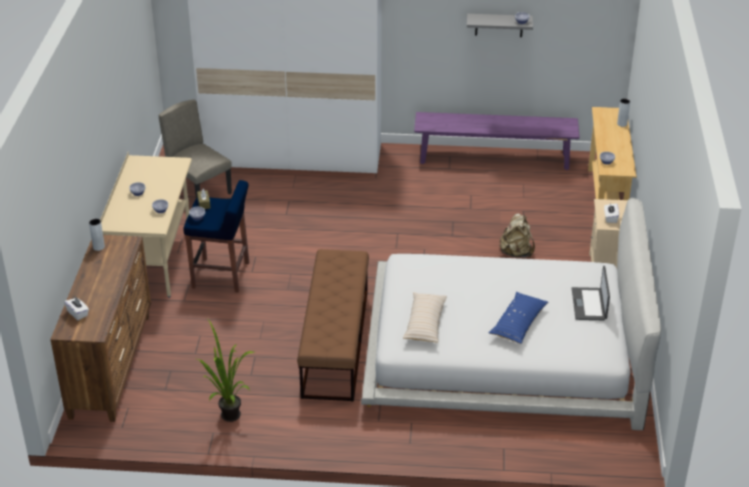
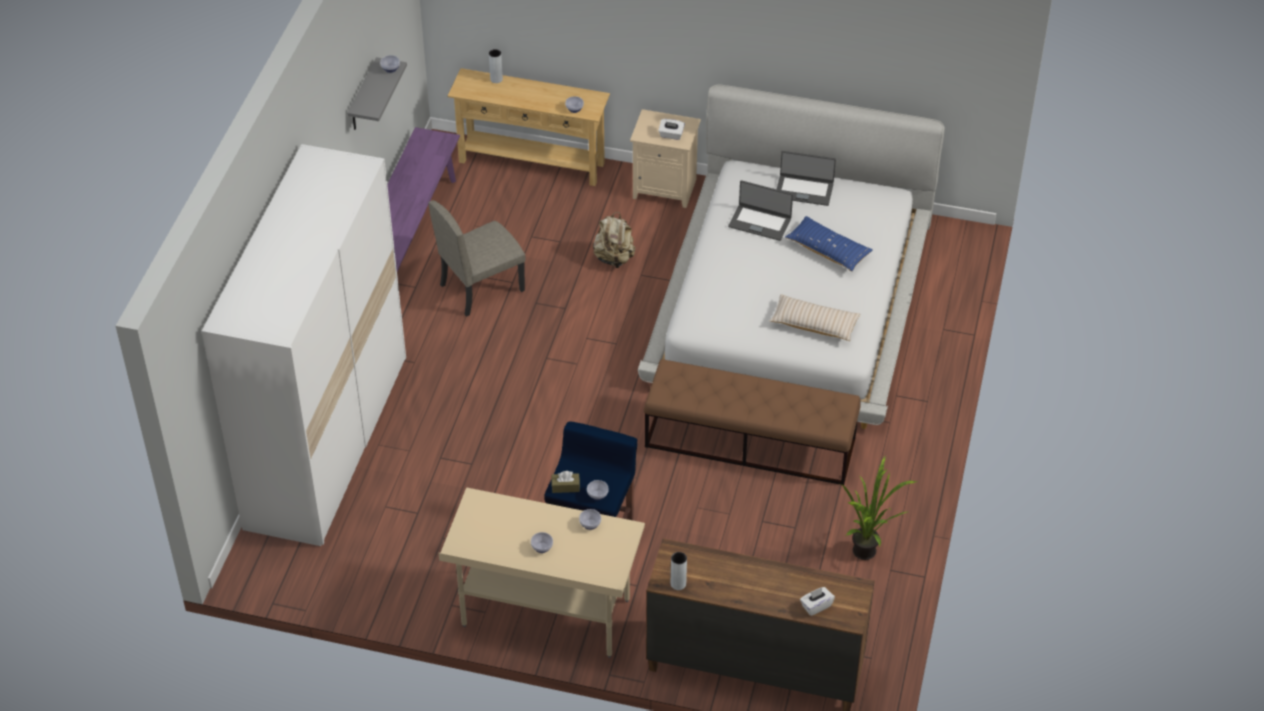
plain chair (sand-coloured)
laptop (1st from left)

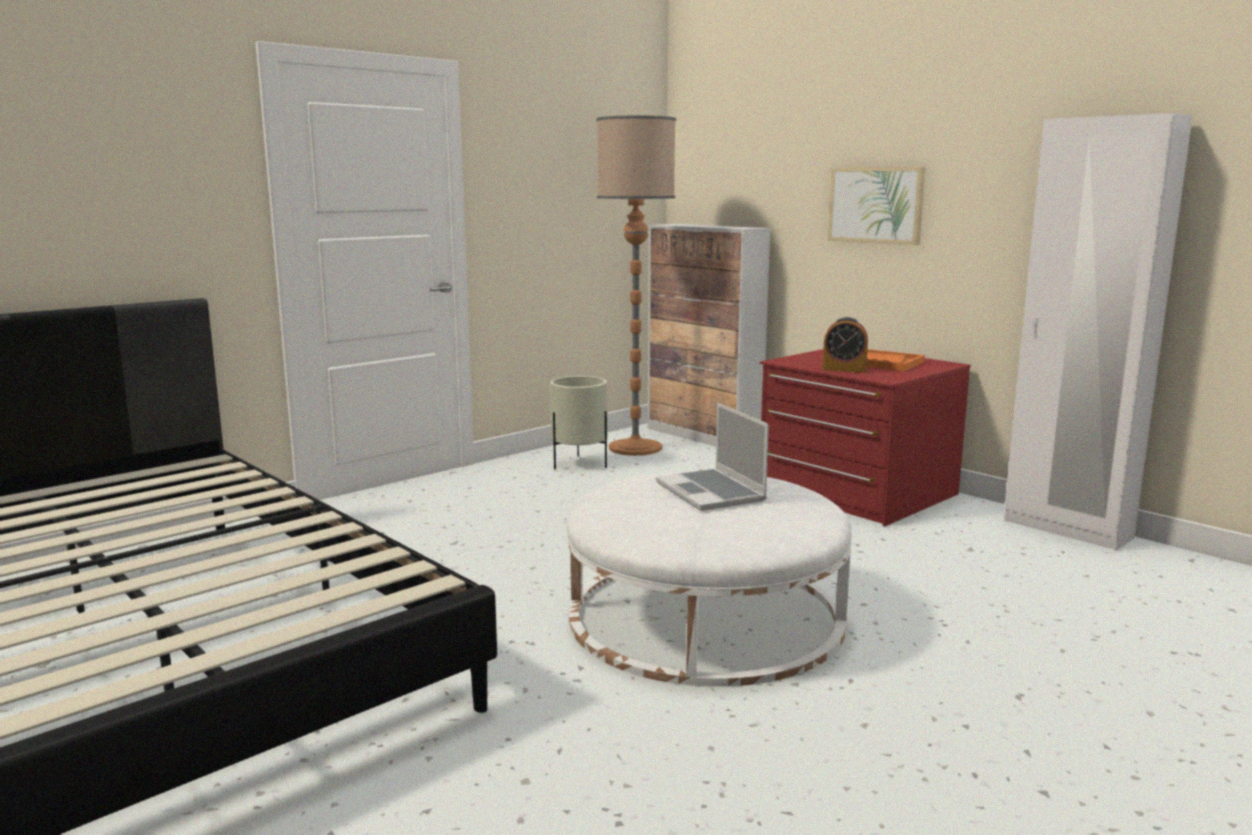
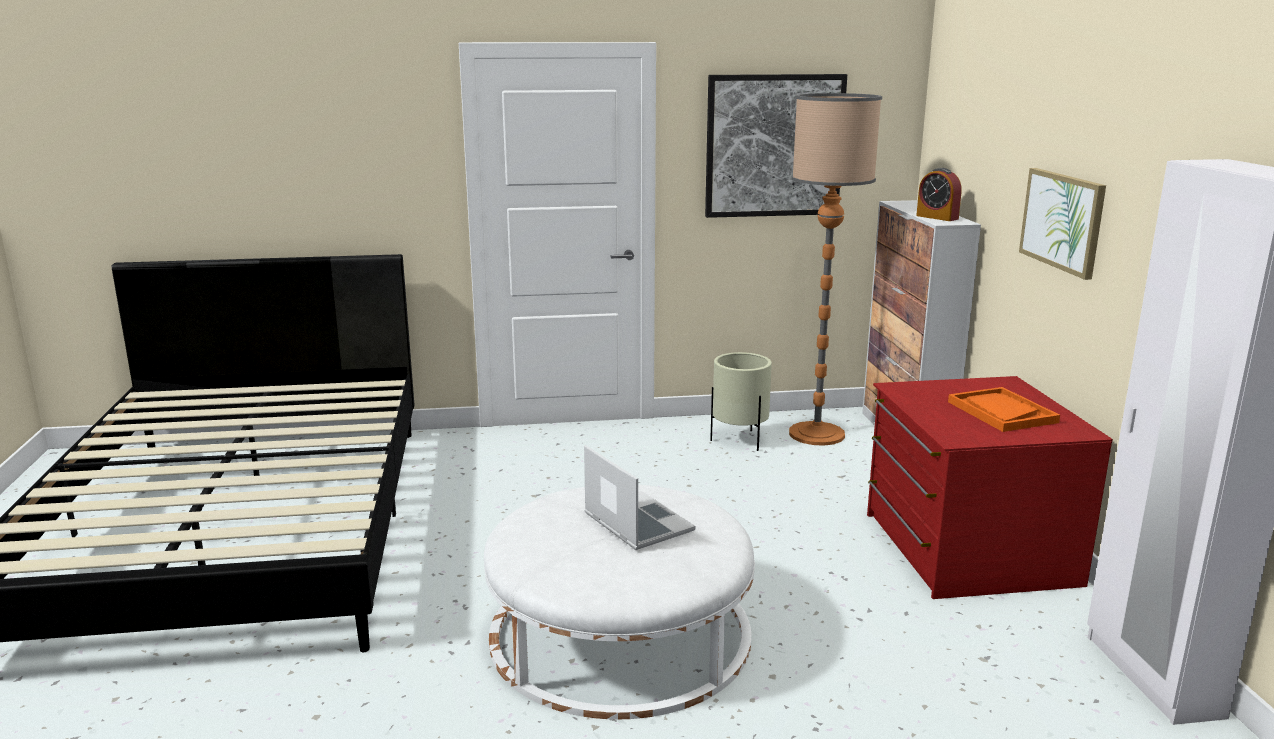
laptop
wall picture (1st from left)
table clock

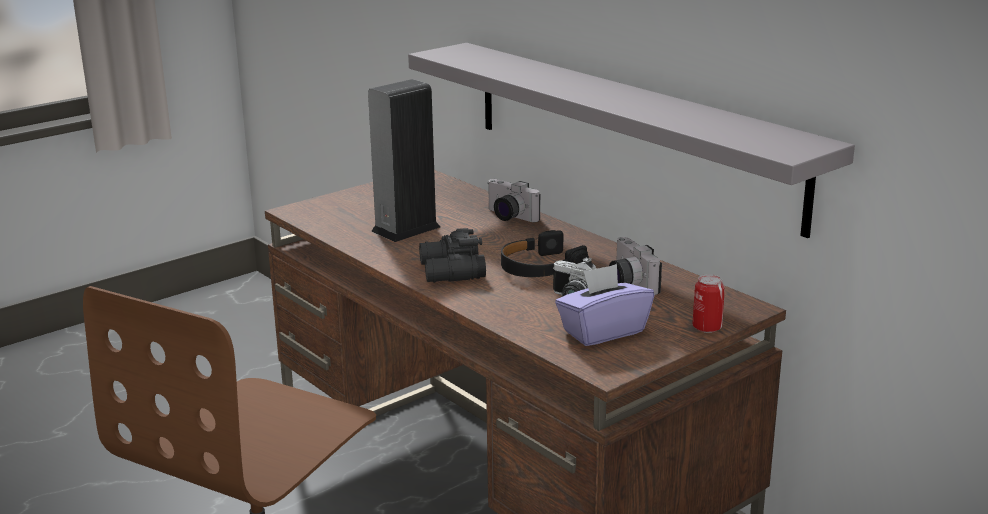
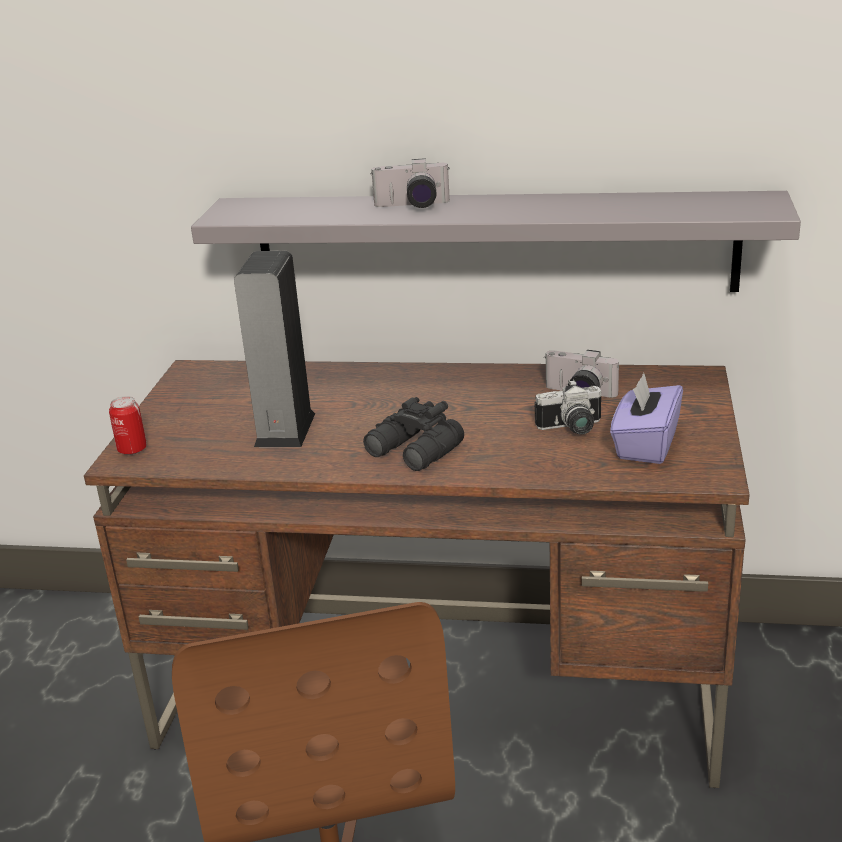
metal can
still camera (1st from left)
headset (blackish)

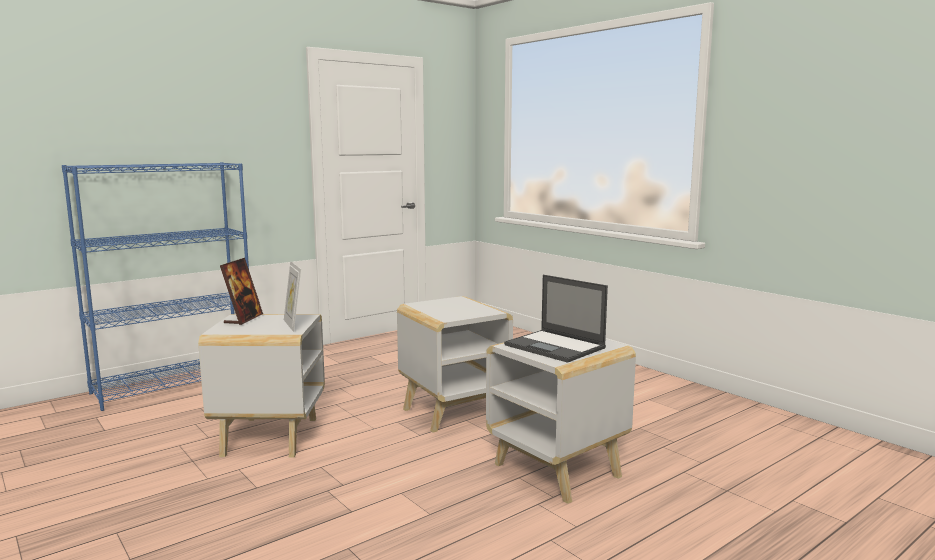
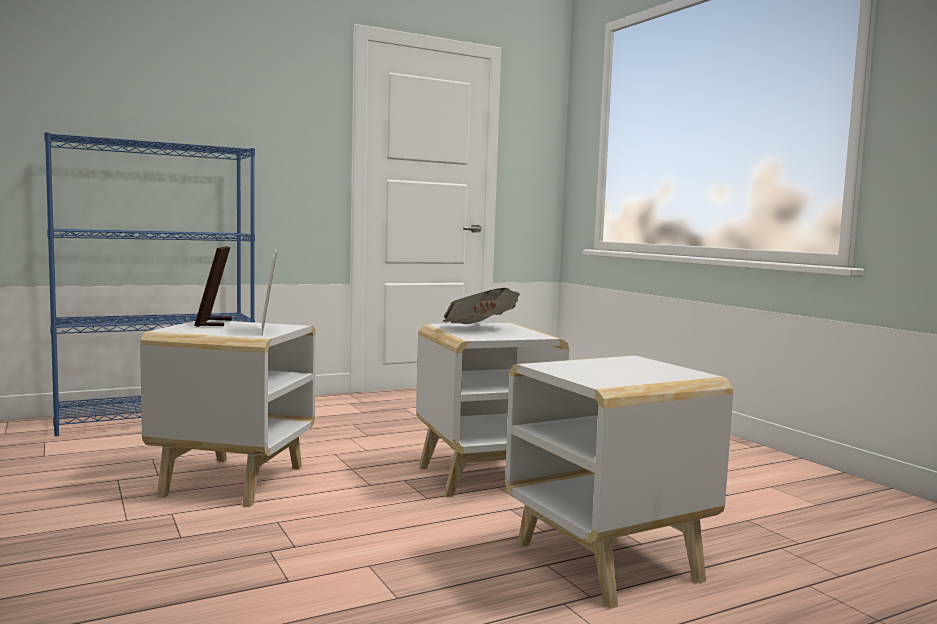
standing frame (1st from left)
newspaper
laptop

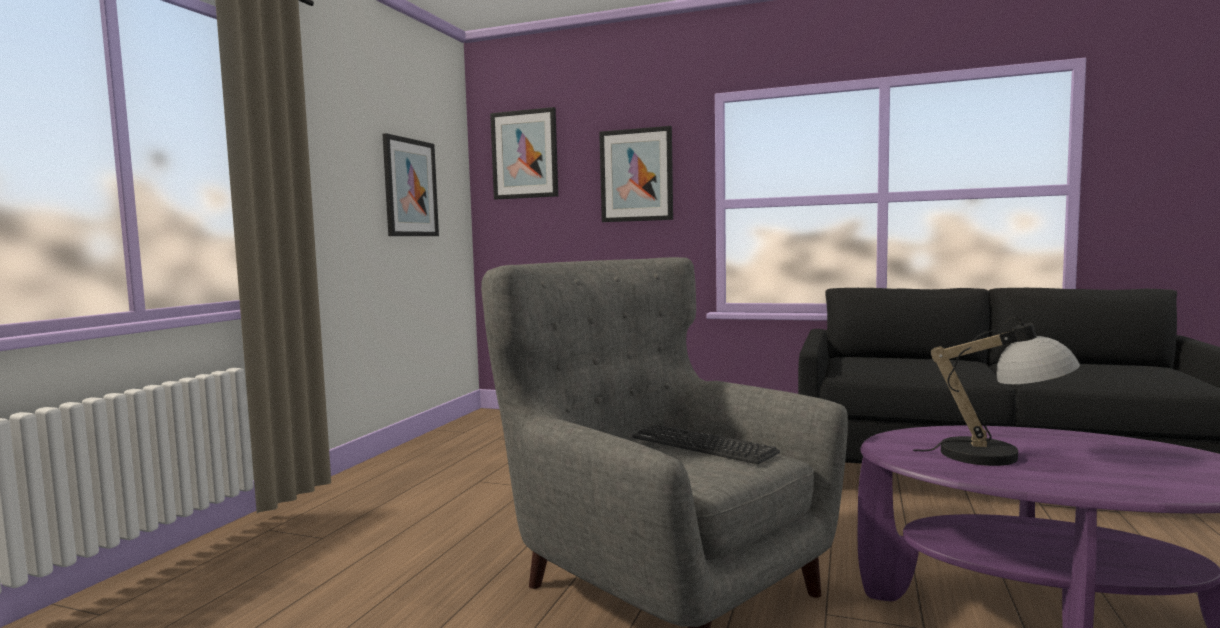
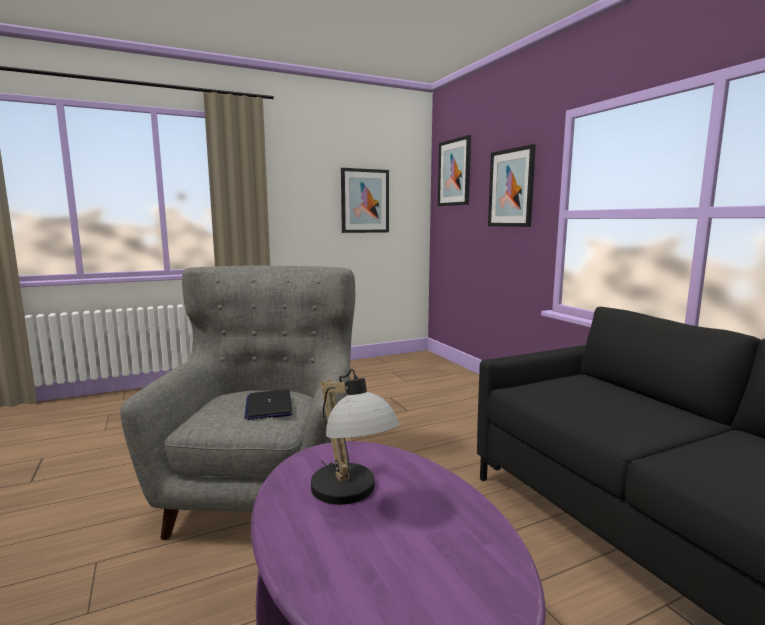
laptop

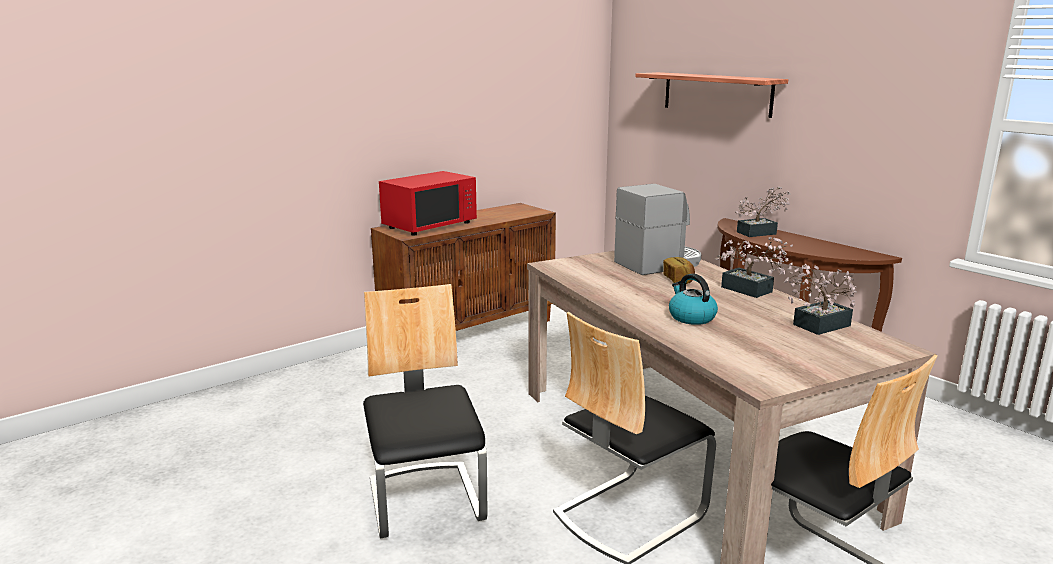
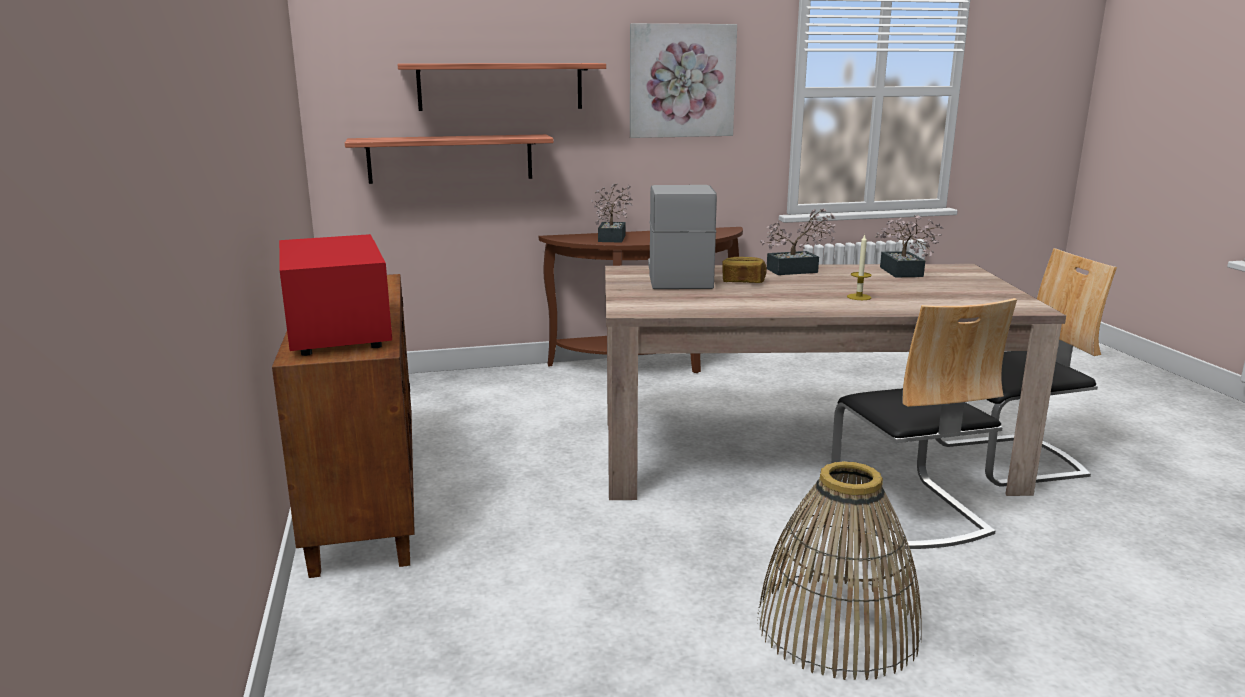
shelf (1st from left)
wall picture
basket
wax candle

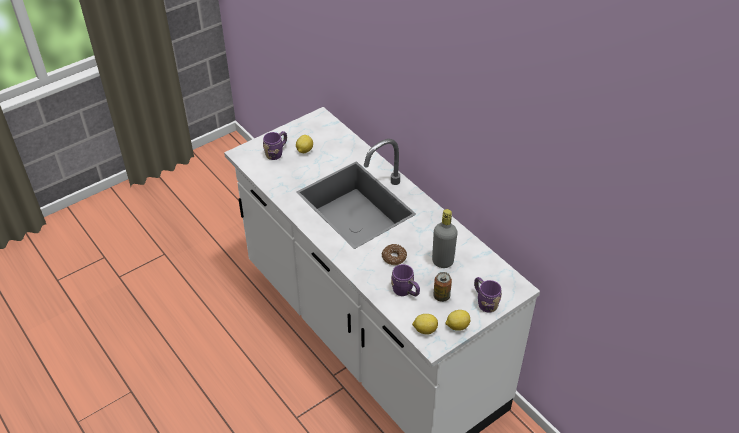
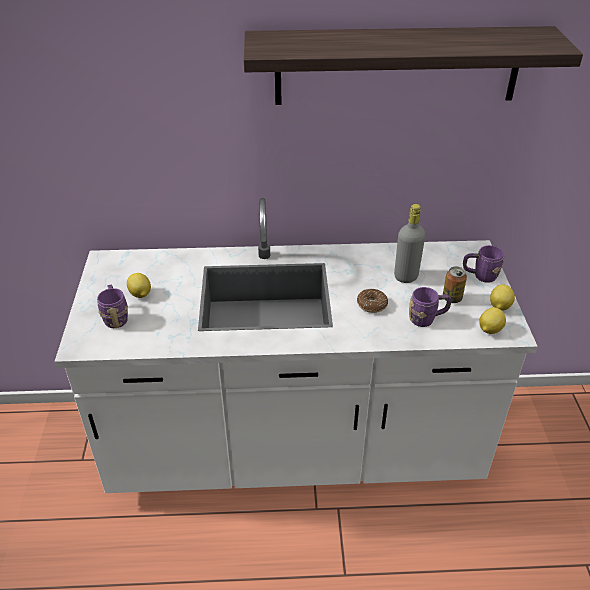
shelf

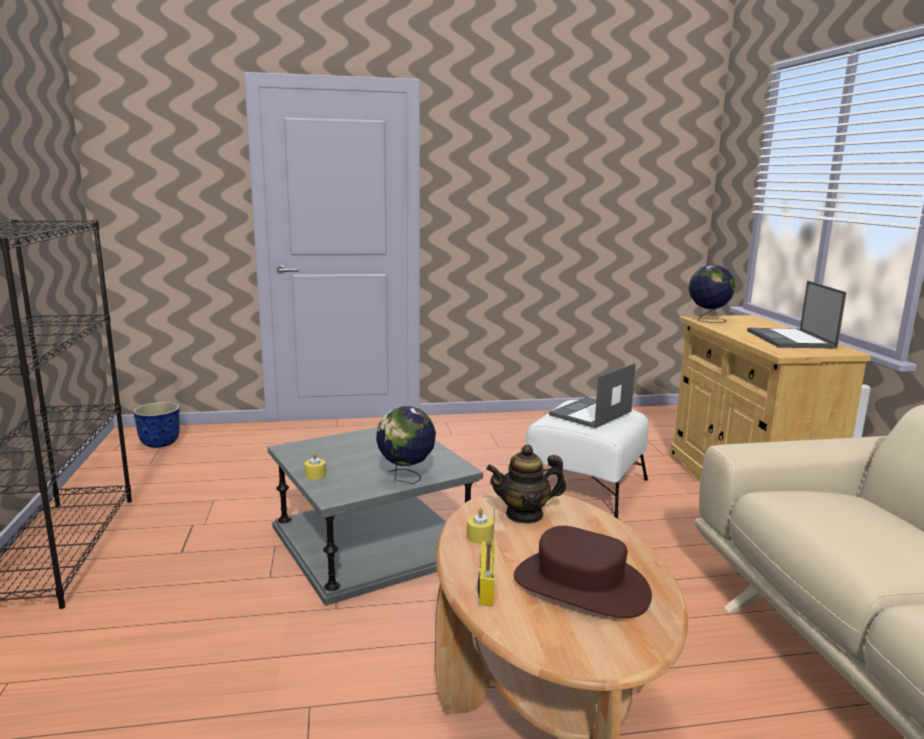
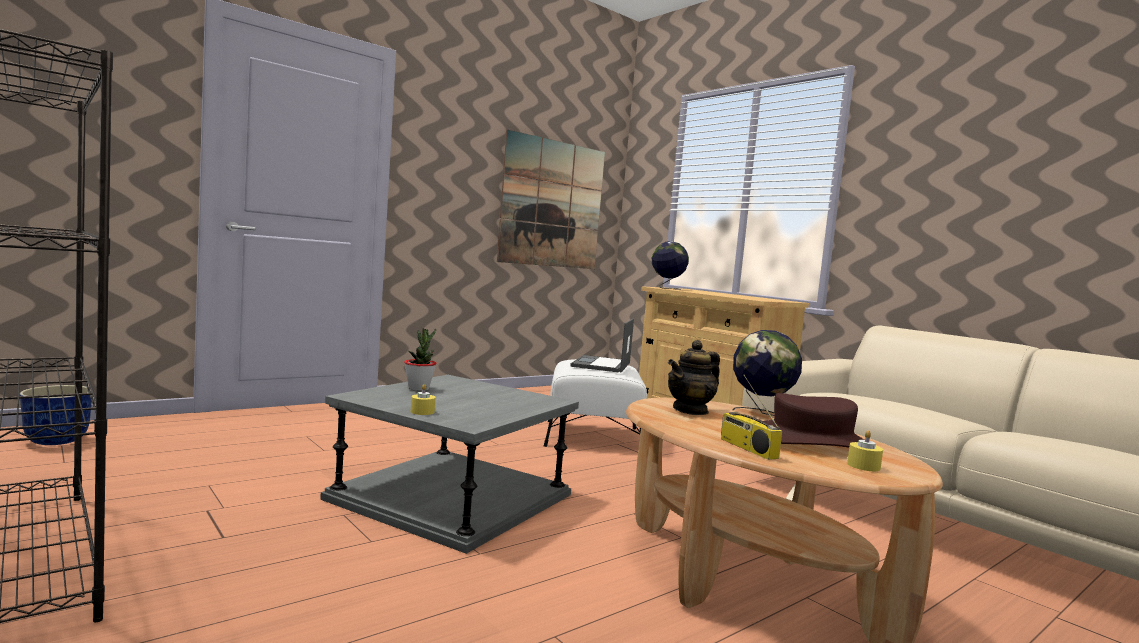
plant in a pot
wall picture
world globe (2nd from left)
wax candle (yellow-coloured) (2nd from left)
laptop (2nd from left in the first image)

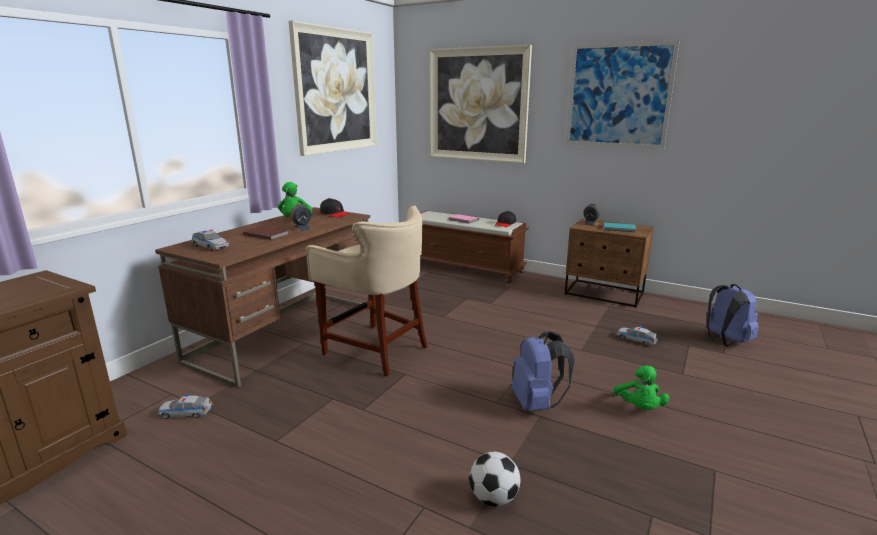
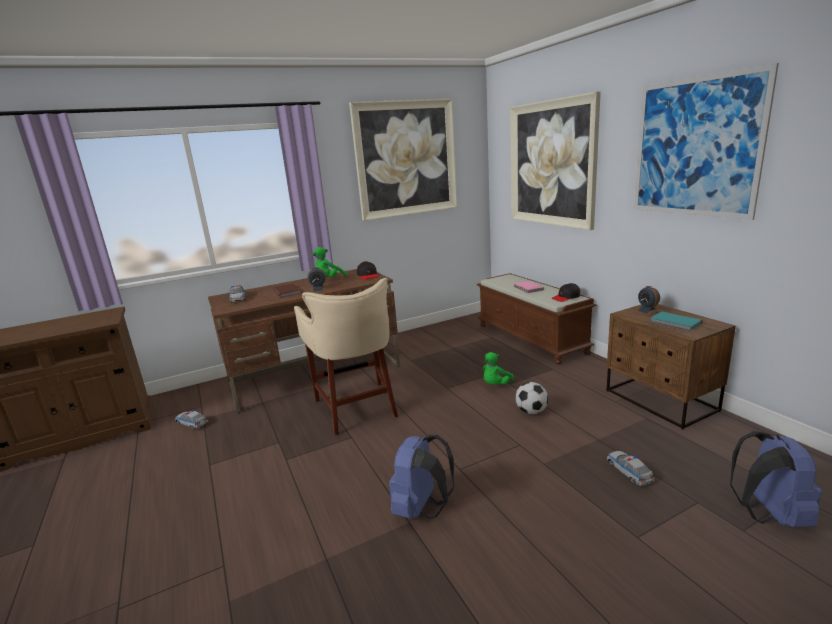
cuddly toy (green-coloured) (2nd from left)
ball for football

